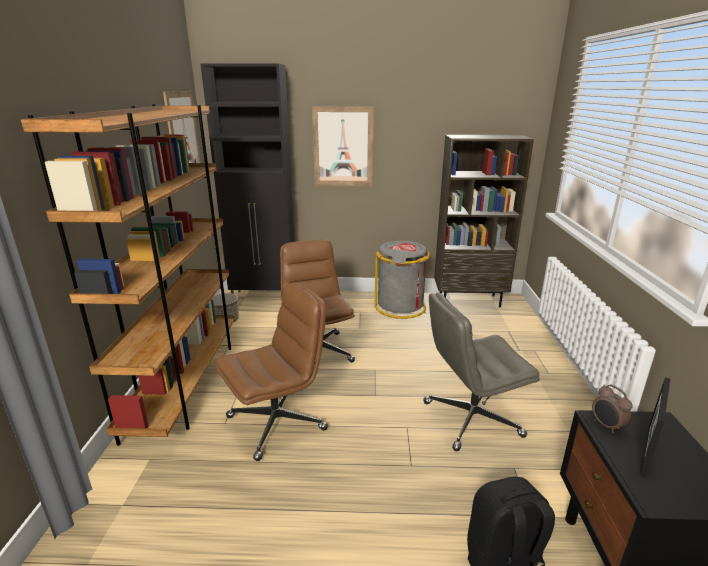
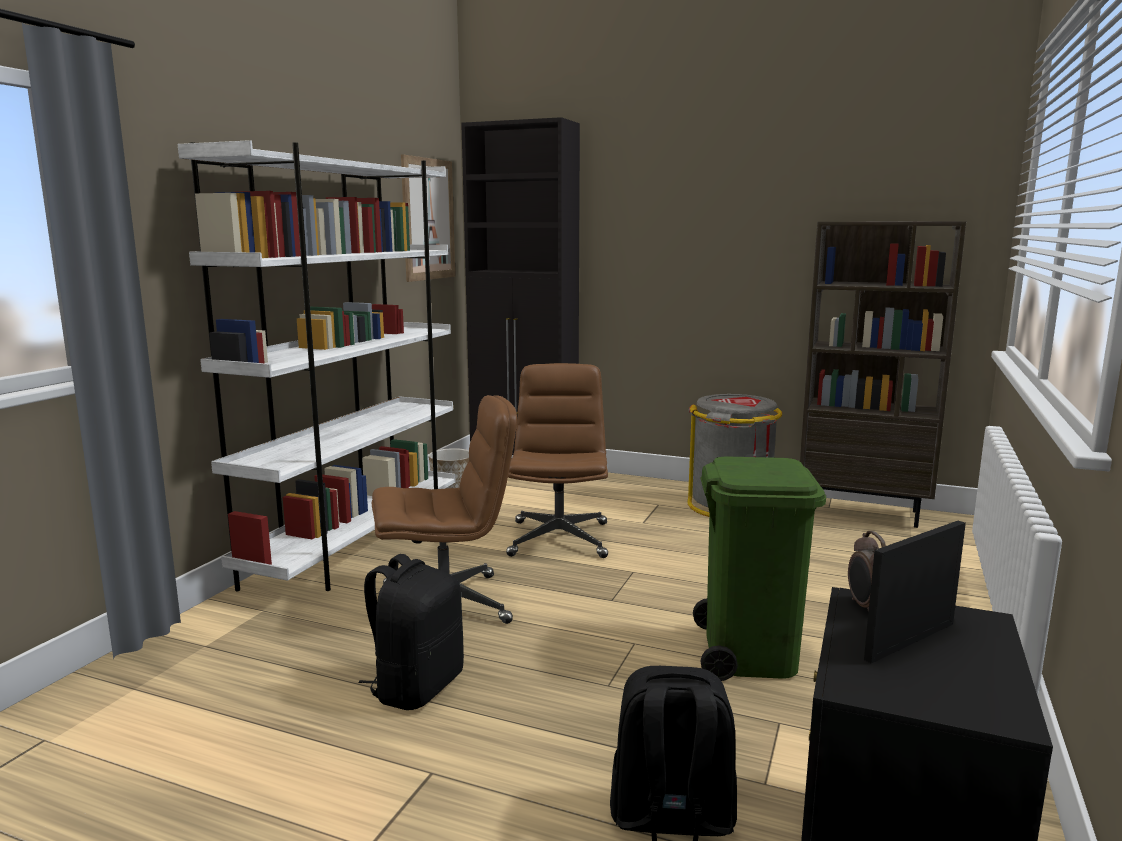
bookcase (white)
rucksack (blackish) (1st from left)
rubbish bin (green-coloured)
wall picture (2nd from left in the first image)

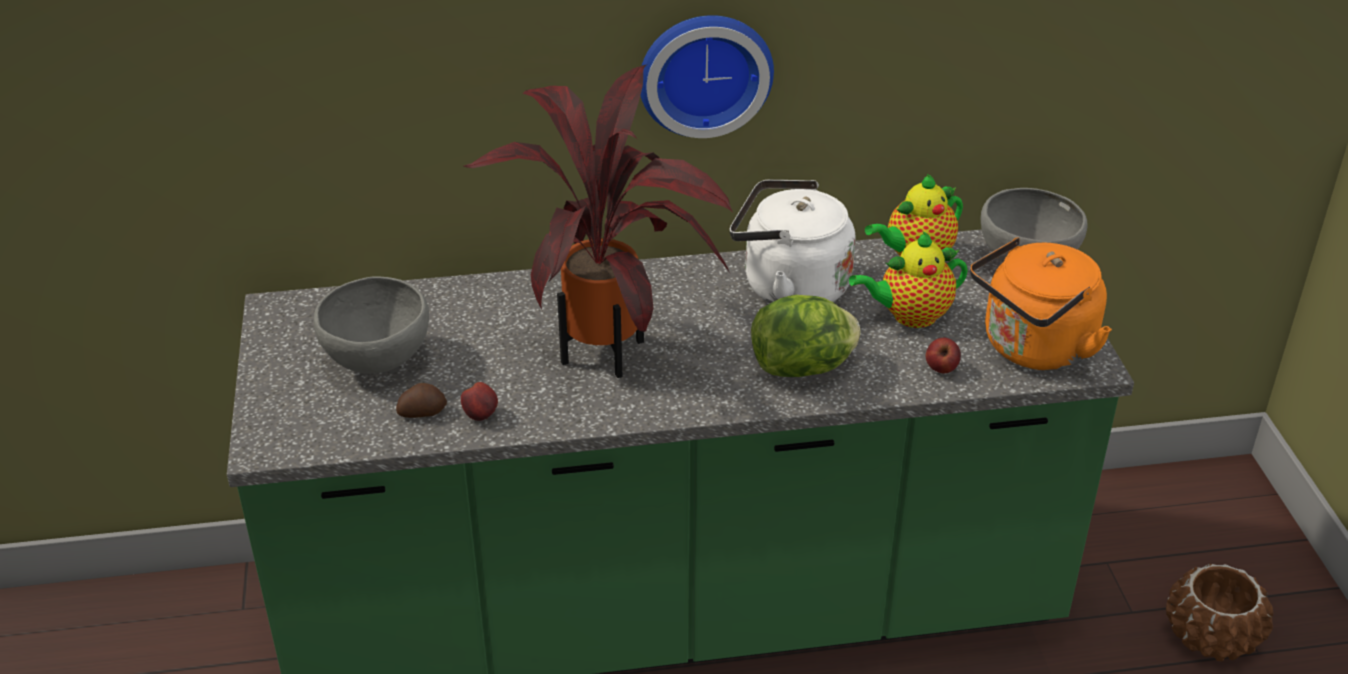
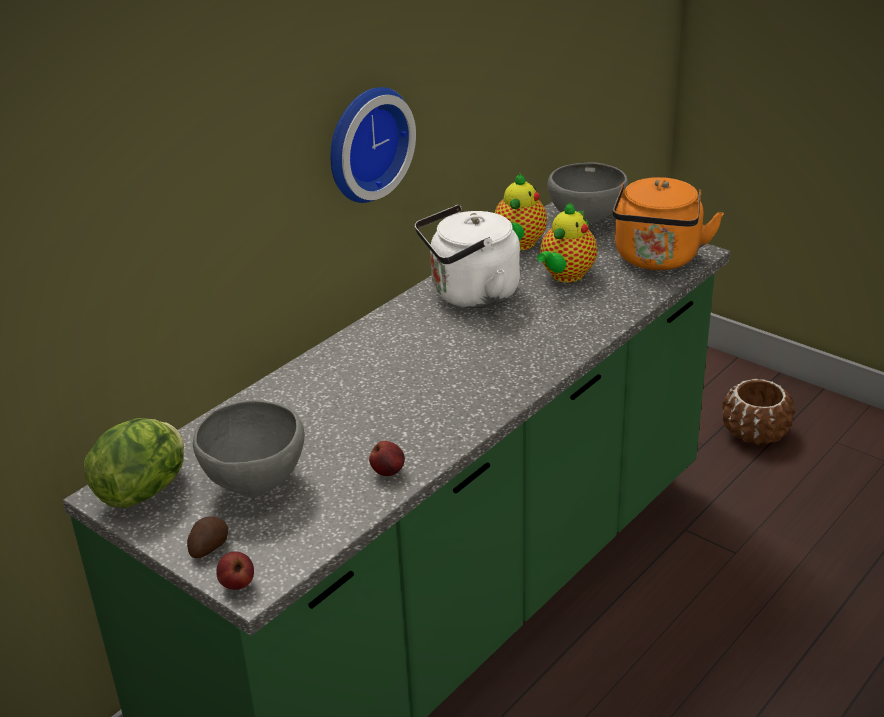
lettuce
spud
whole apple (1st from left)
plant in a pot

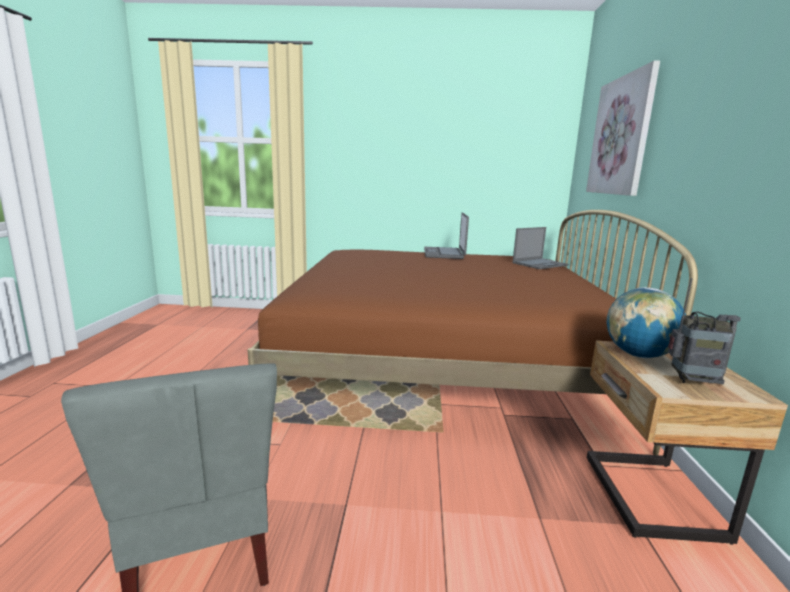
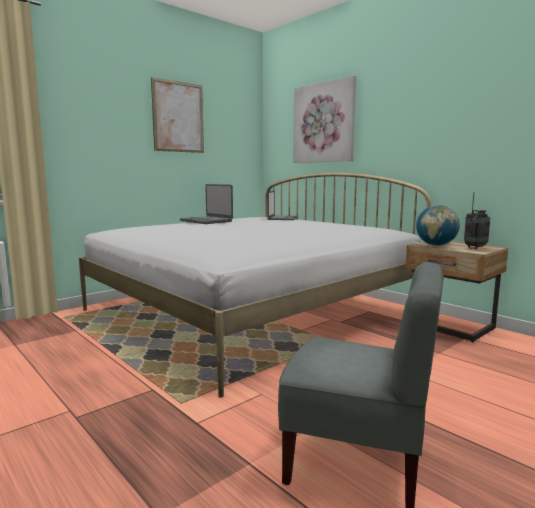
bed (white)
wall picture (1st from left)

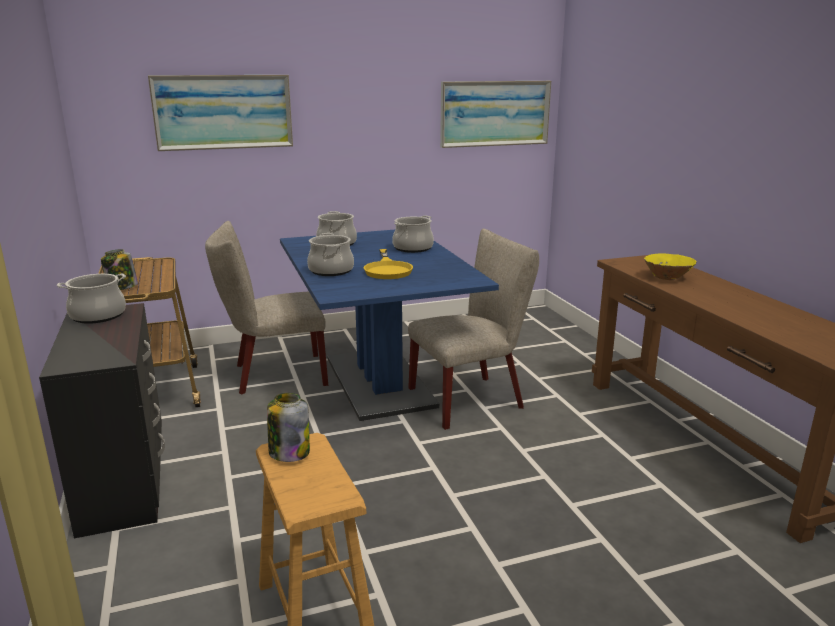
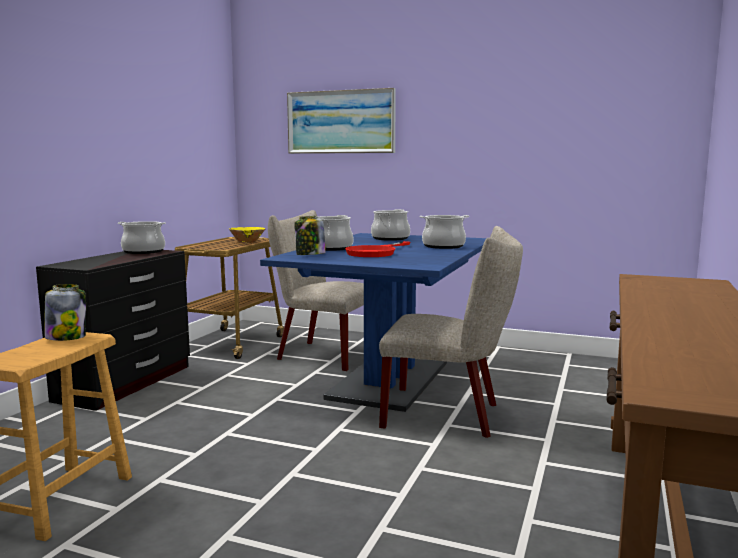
deep dish (yellow-coloured)
jar (2nd from left)
frying pan (reddish)
wall picture (2nd from left in the first image)

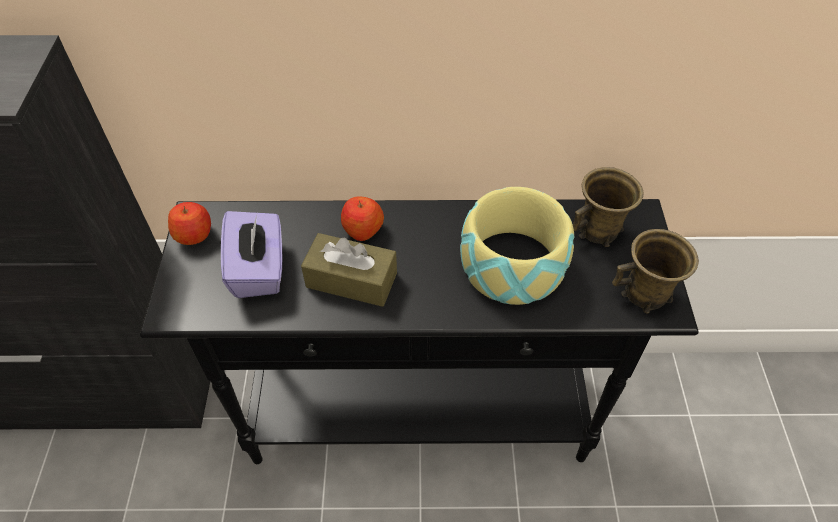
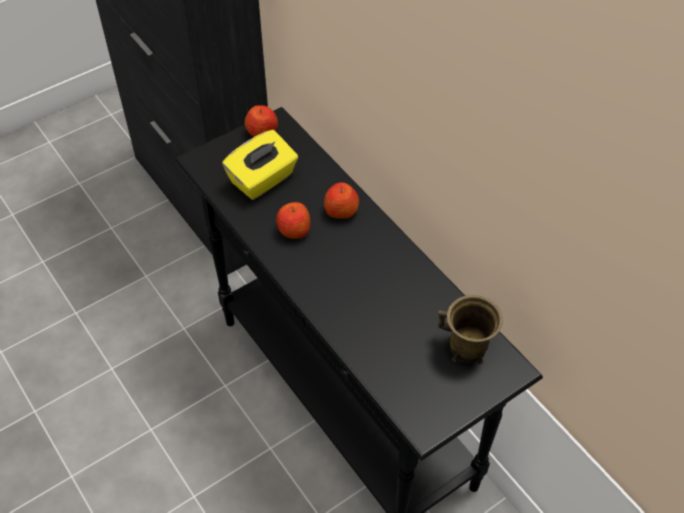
tissue holder (yellow-coloured)
whole apple (2nd from left)
deep dish
mug (brown-coloured) (2nd from left in the first image)

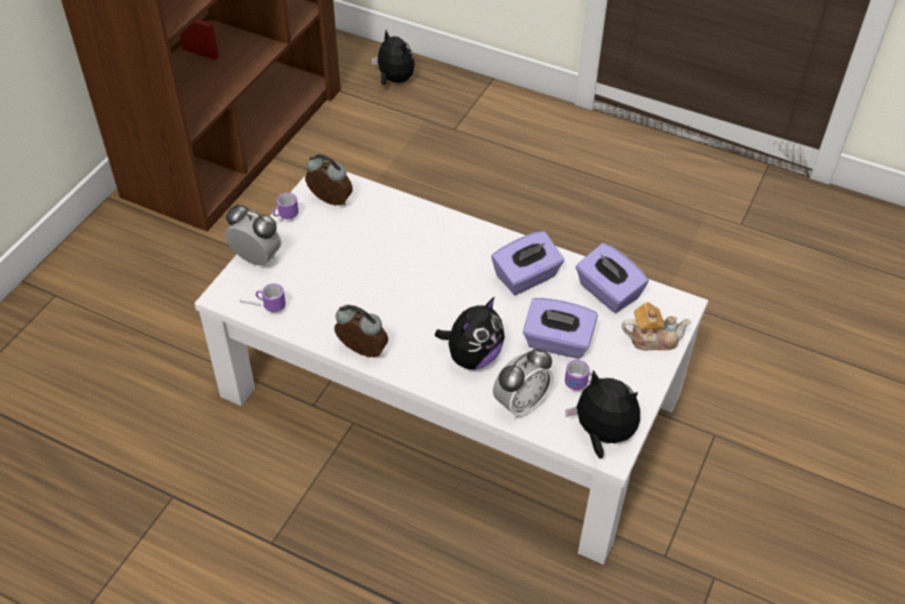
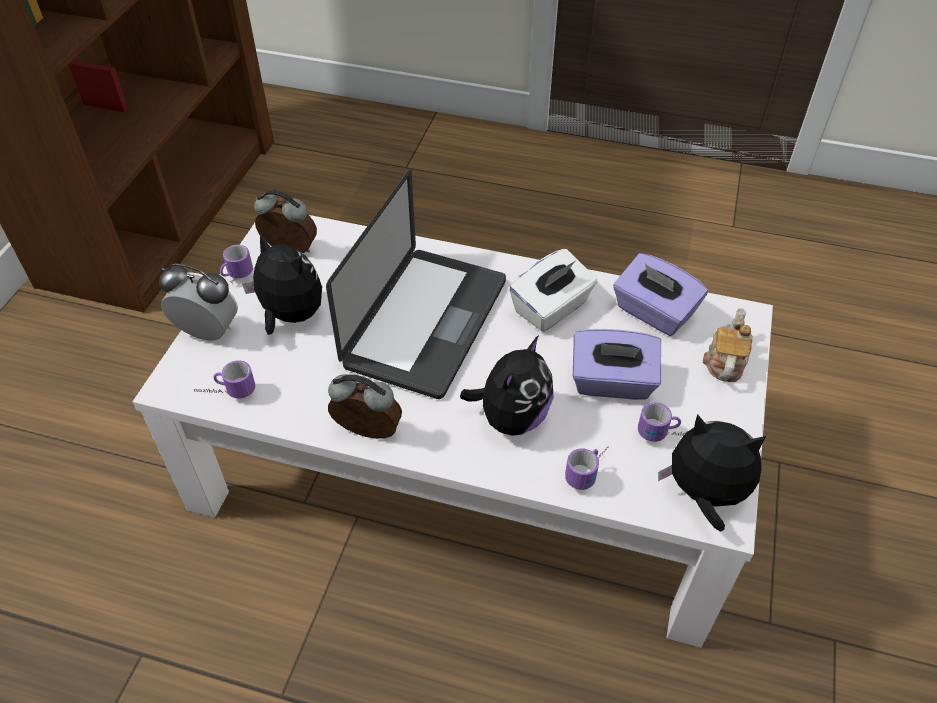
cuddly toy (1st from left)
laptop
tissue holder (white)
mug (3rd from left)
tea pot

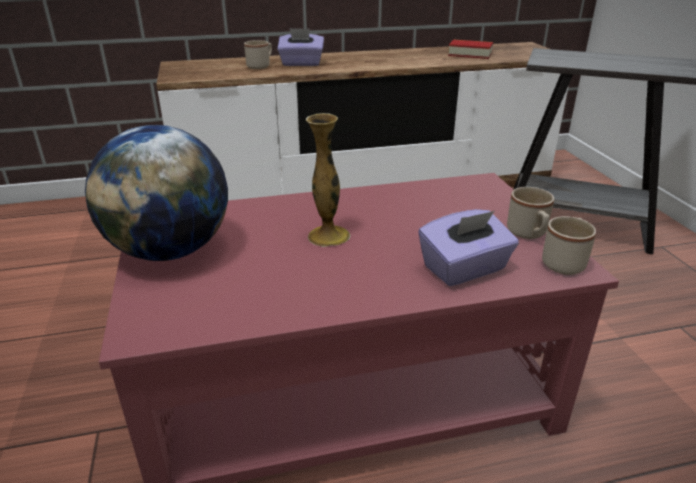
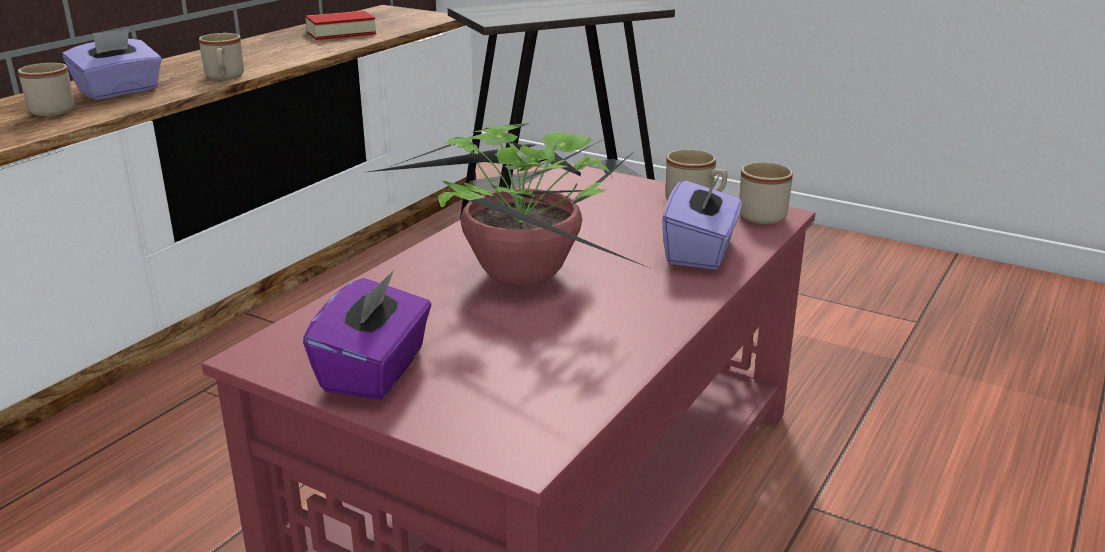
mug (sand-coloured) (2nd from left)
tissue holder (purple-coloured) (2nd from left)
plant in a pot

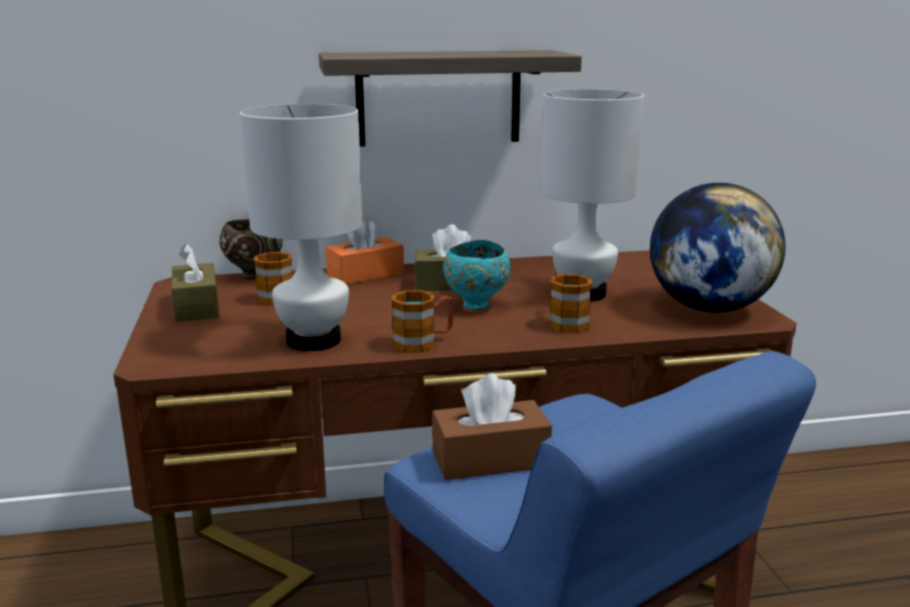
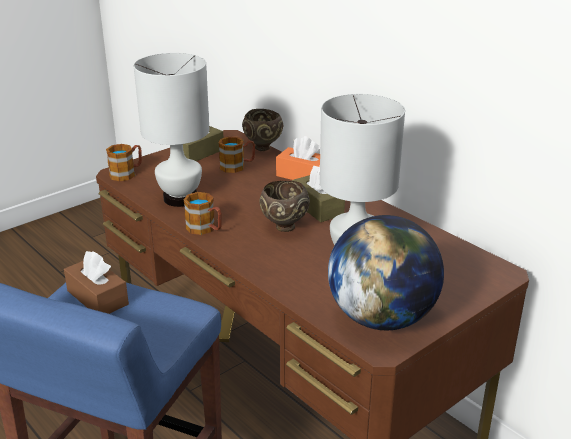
mug (1st from left)
deep dish (brown-coloured) (2nd from left)
shelf

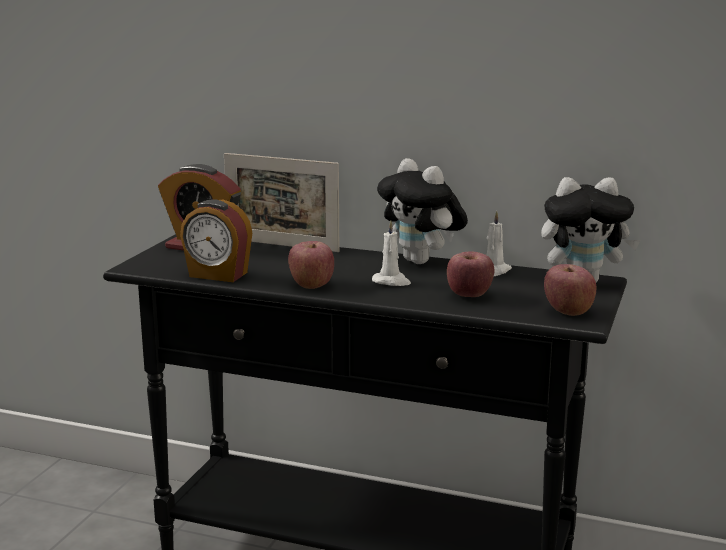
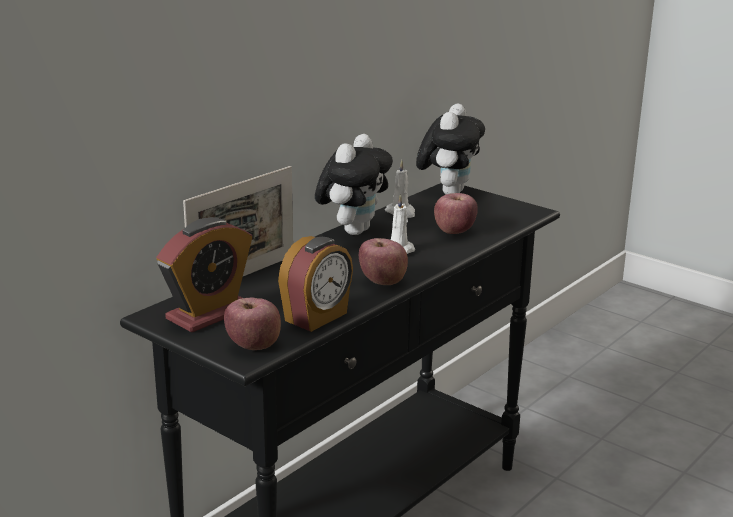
whole apple (1st from left)
cuddly toy (1st from left)

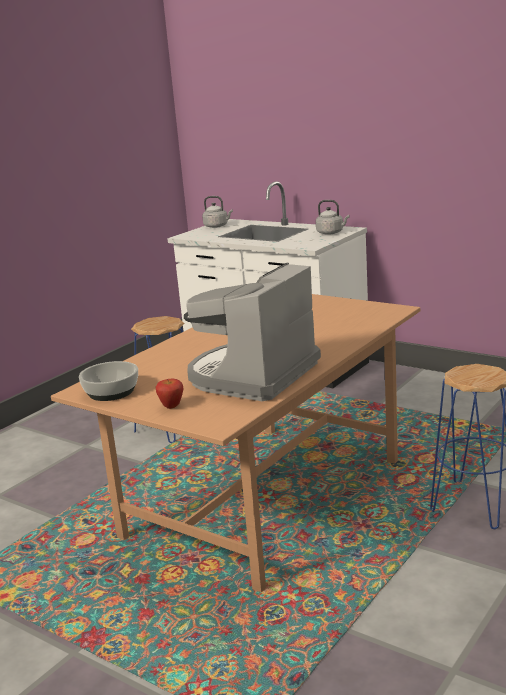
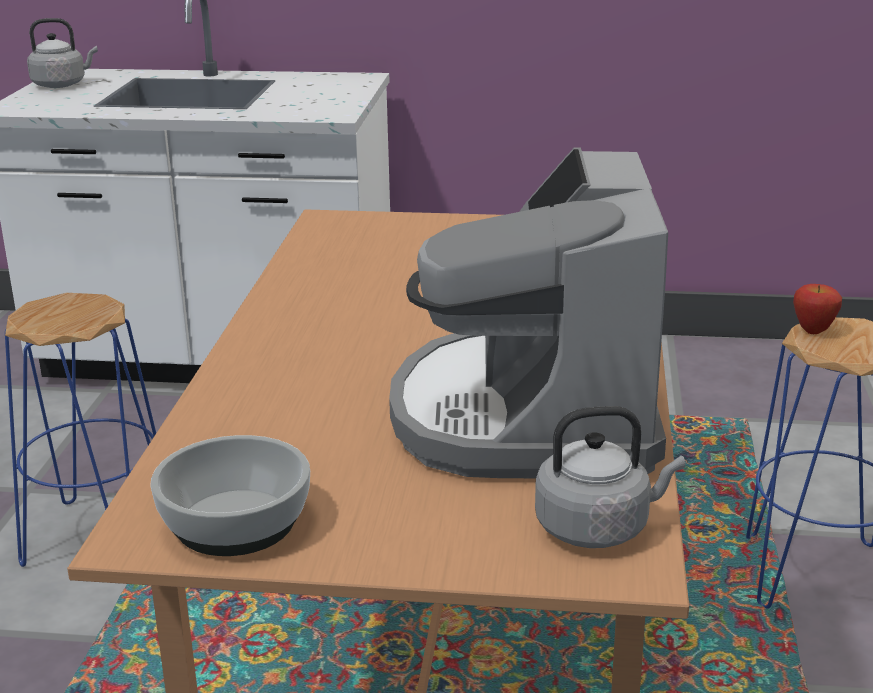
water kettle (grey) (2nd from left)
whole apple

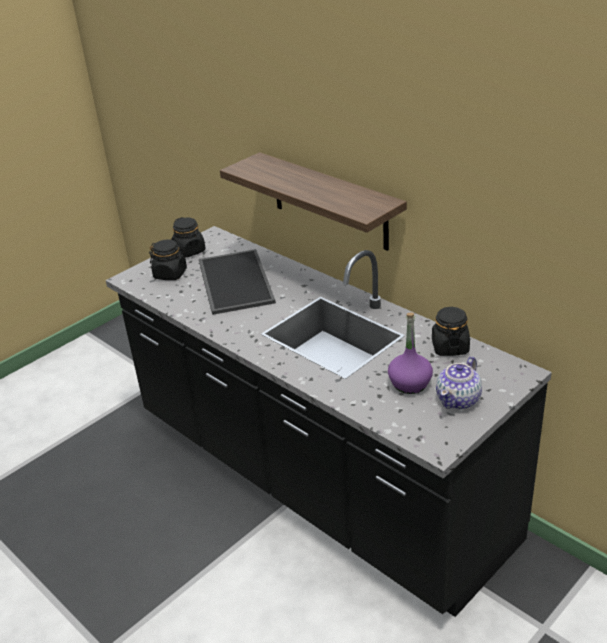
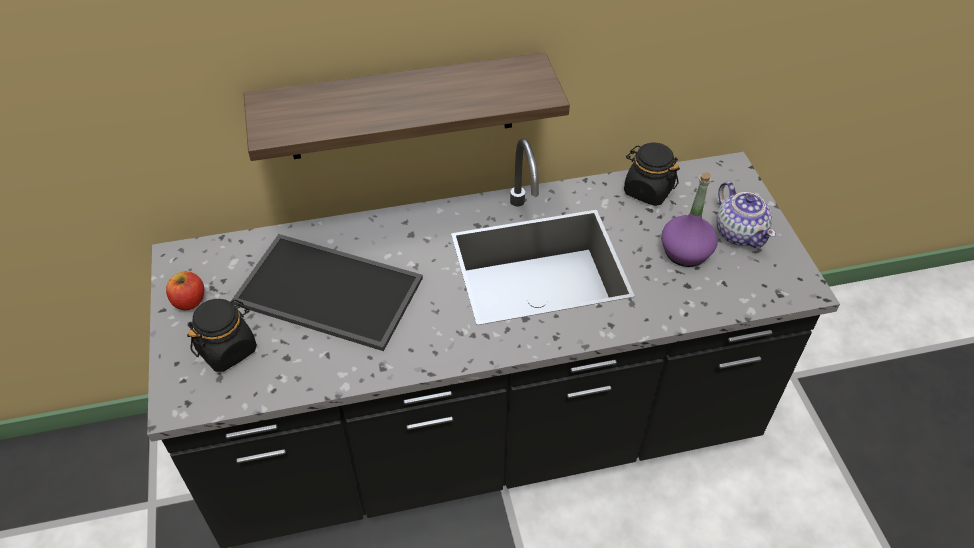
whole apple

